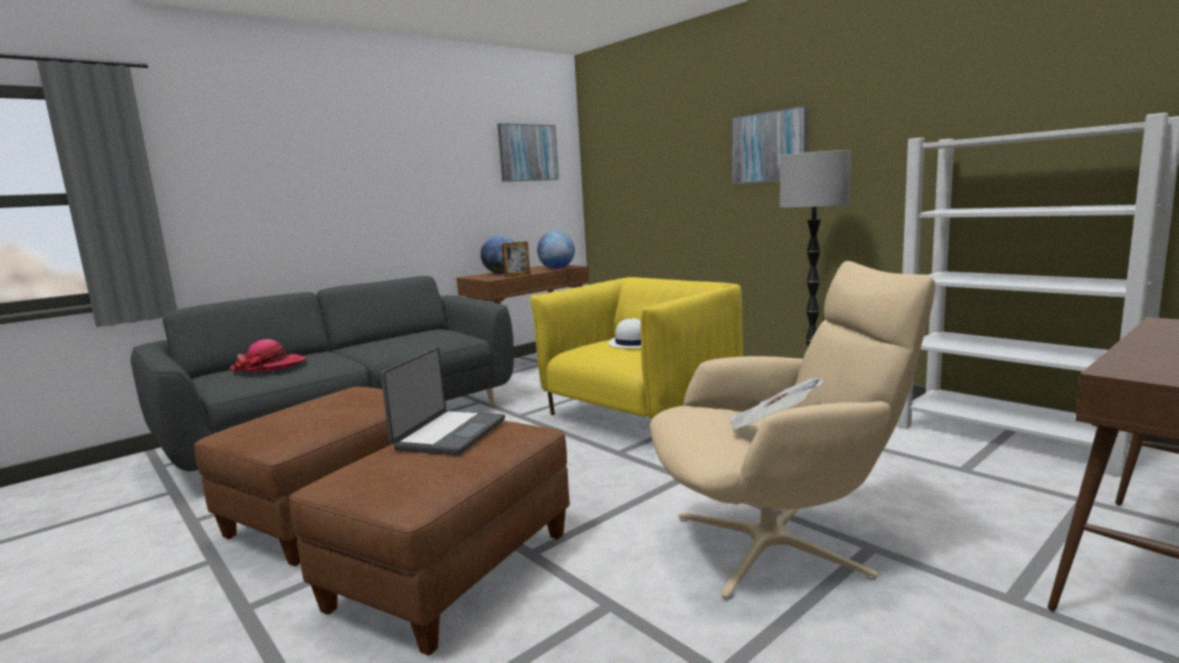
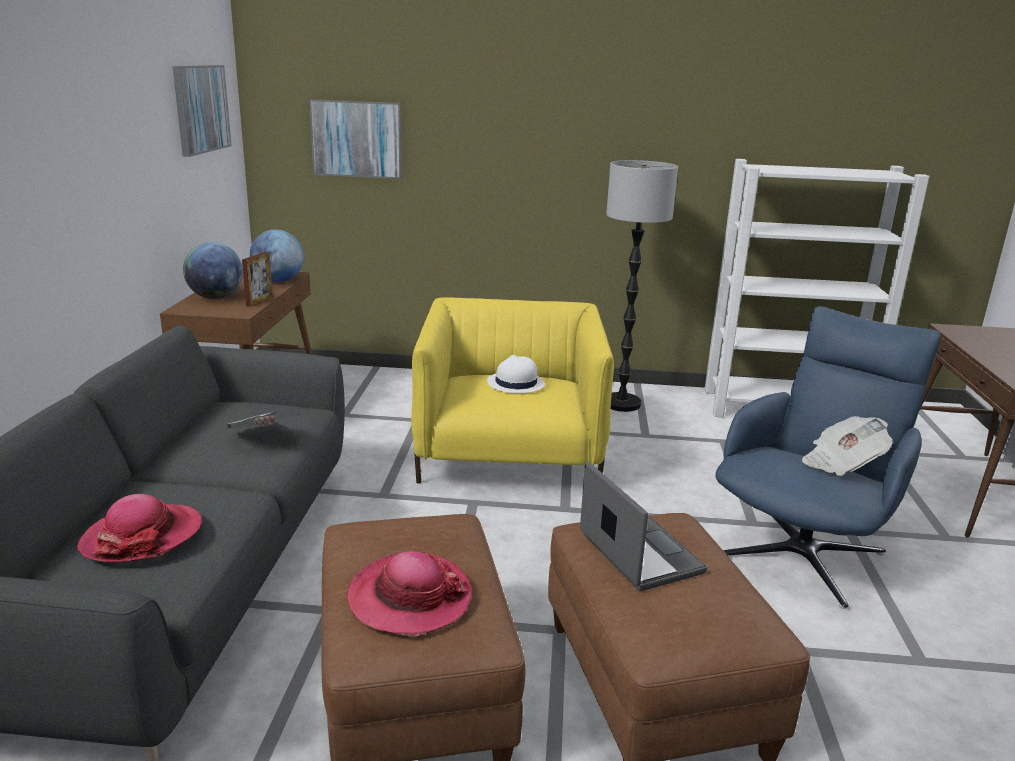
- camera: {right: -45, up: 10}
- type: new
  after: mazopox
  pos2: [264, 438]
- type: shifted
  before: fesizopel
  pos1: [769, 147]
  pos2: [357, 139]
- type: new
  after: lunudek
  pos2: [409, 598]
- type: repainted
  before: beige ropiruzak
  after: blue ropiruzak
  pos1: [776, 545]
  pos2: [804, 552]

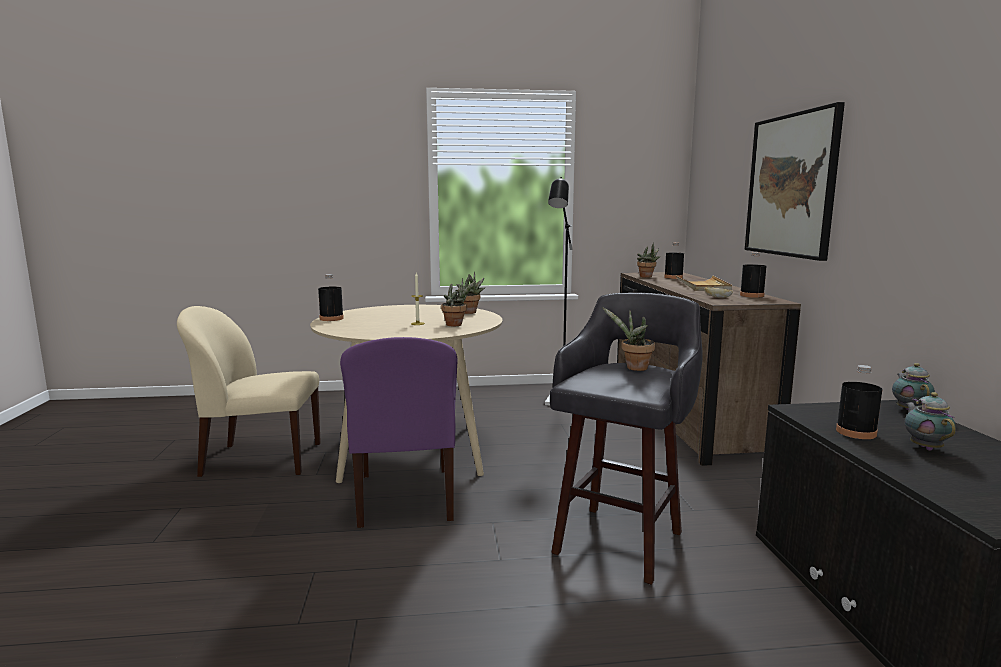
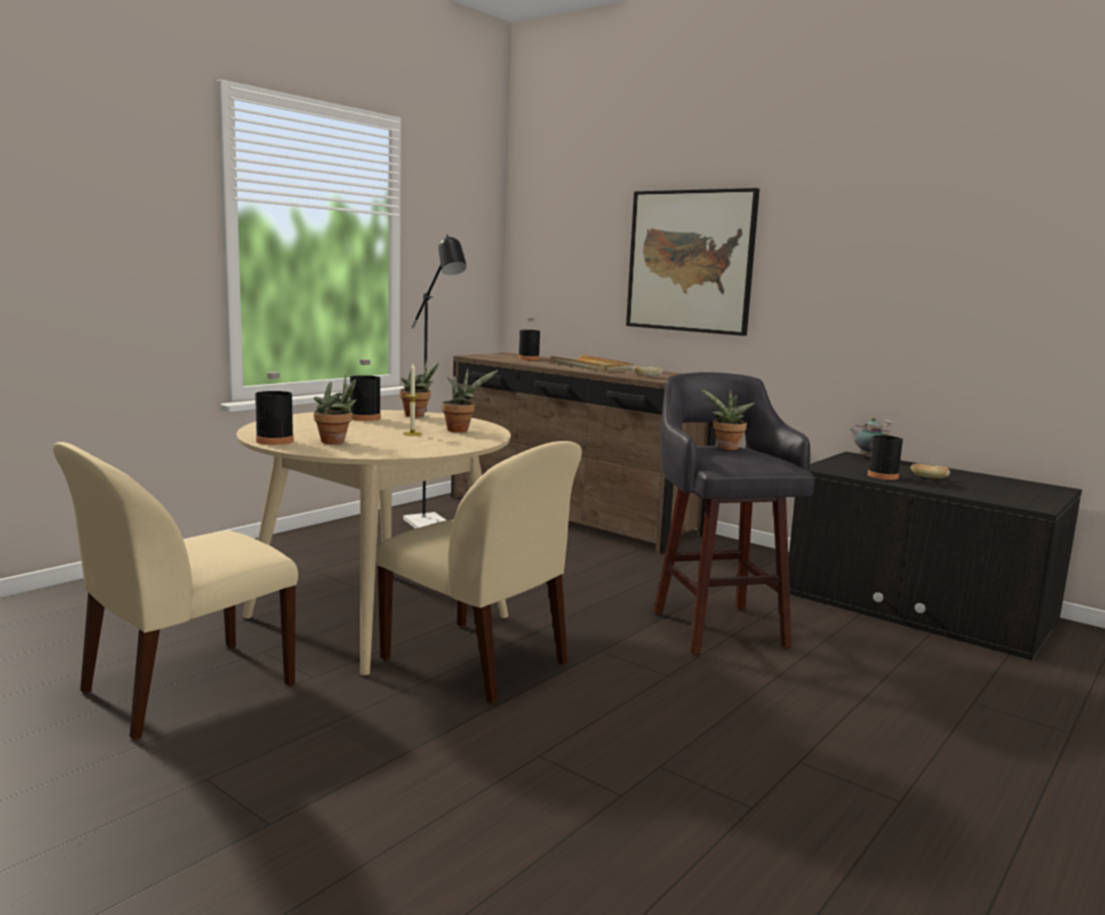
- camera: {right: -45, up: 0}
- type: shifted
  before: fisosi
  pos1: [647, 277]
  pos2: [336, 442]
- type: shifted
  before: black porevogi
  pos1: [751, 295]
  pos2: [365, 418]
- type: repainted
  before: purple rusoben
  after: beige rusoben
  pos1: [405, 498]
  pos2: [478, 662]
- type: swapped
  before: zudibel
  after: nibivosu
  pos1: [924, 447]
  pos2: [929, 477]

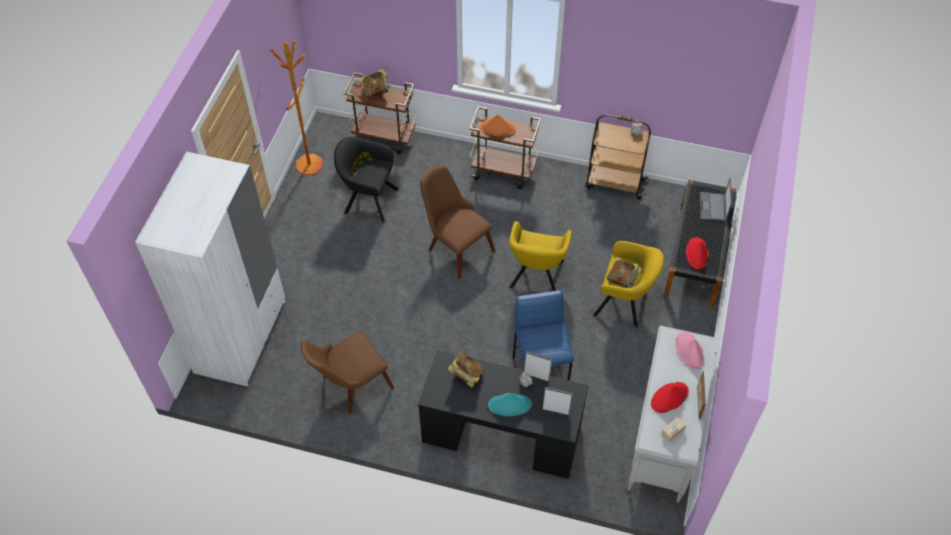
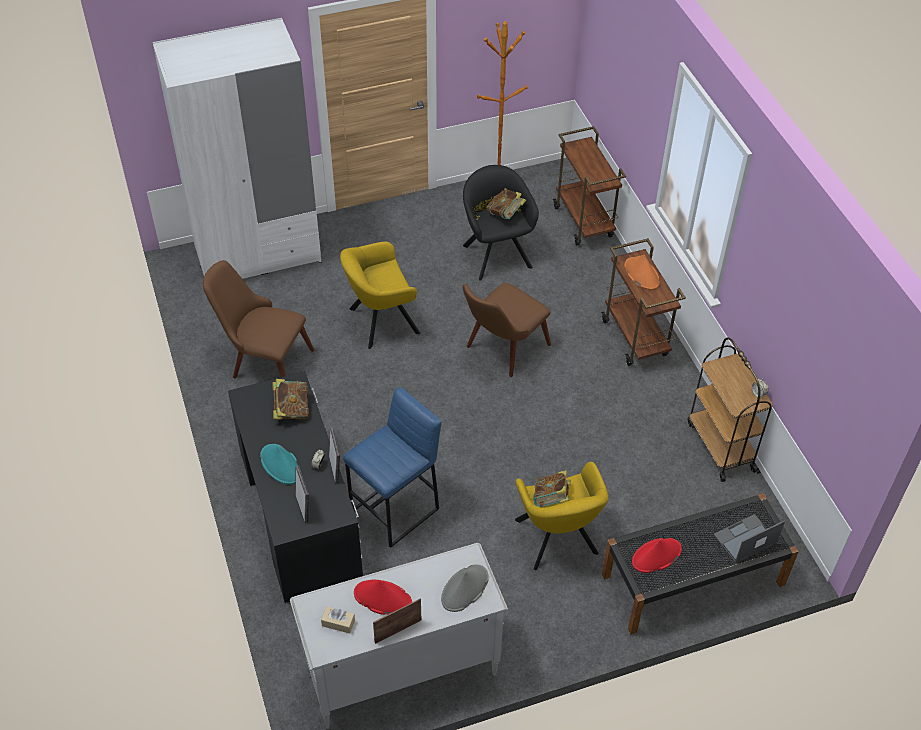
- camera: {right: 55, up: -5}
- type: shifted
  before: yellow ropiruzak
  pos1: [536, 277]
  pos2: [380, 322]
- type: repainted
  before: pink lunudek
  after: grey lunudek
  pos1: [690, 351]
  pos2: [464, 589]
- type: rotated
  before: brown rusoben
  pos1: [455, 246]
  pos2: [501, 351]
  turn: -150
- type: shifted
  before: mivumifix
  pos1: [376, 91]
  pos2: [505, 214]

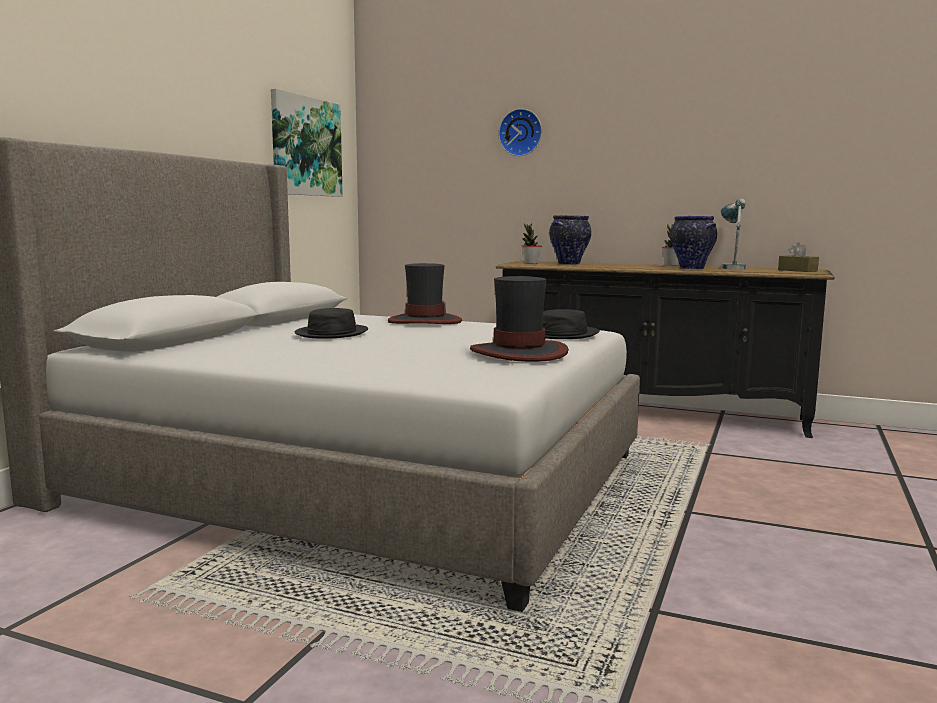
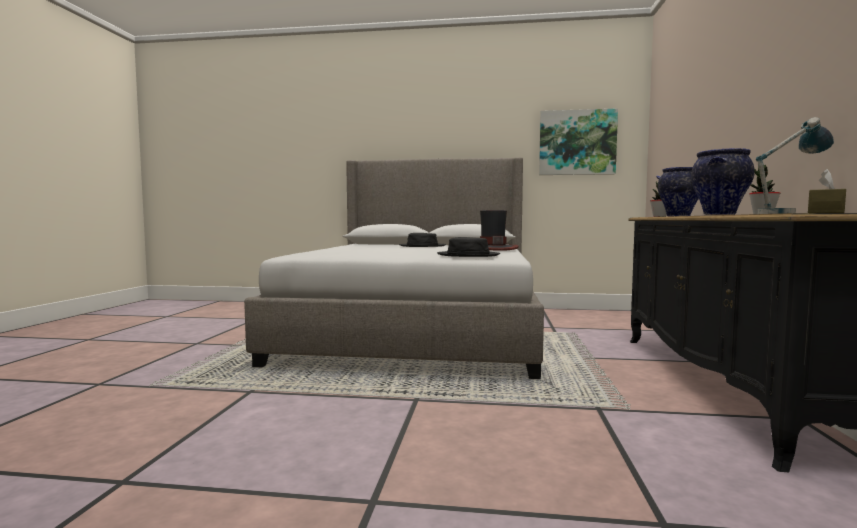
- camera: {right: 75, up: -5}
- type: gone
  before: lunudek
  pos1: [519, 353]
- type: gone
  before: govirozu
  pos1: [521, 132]

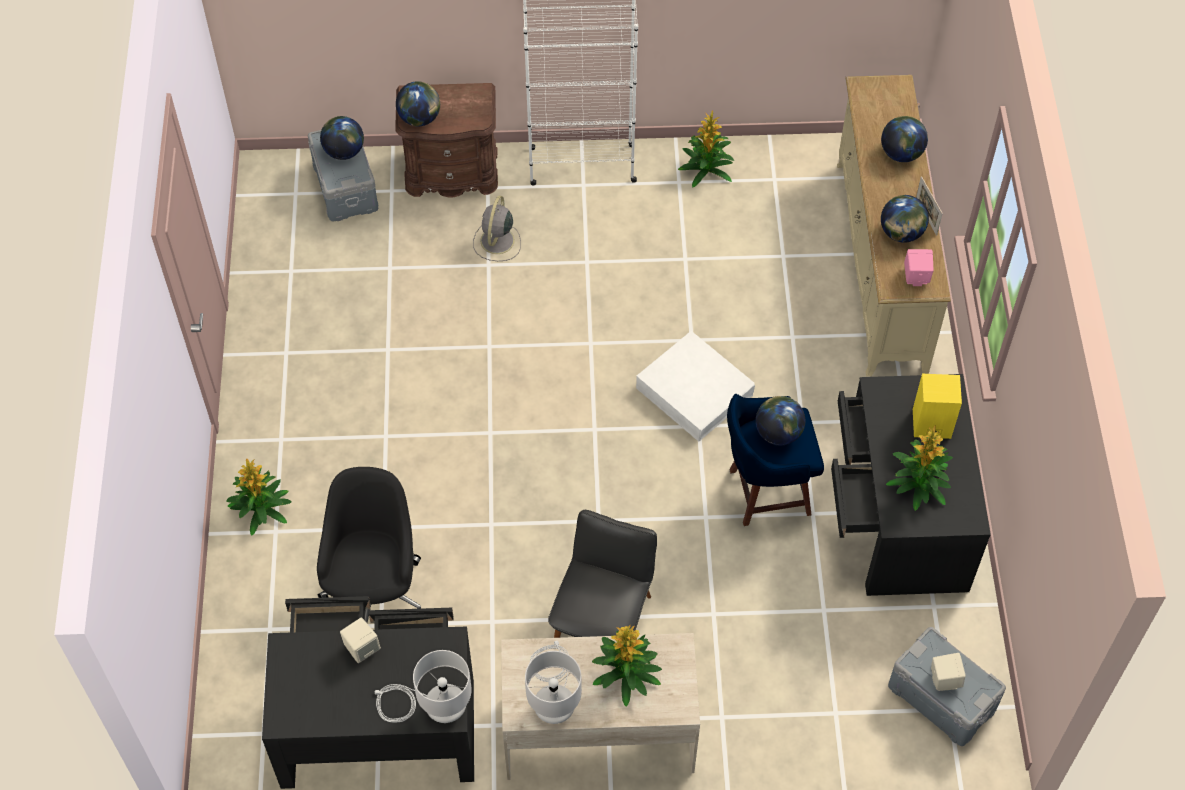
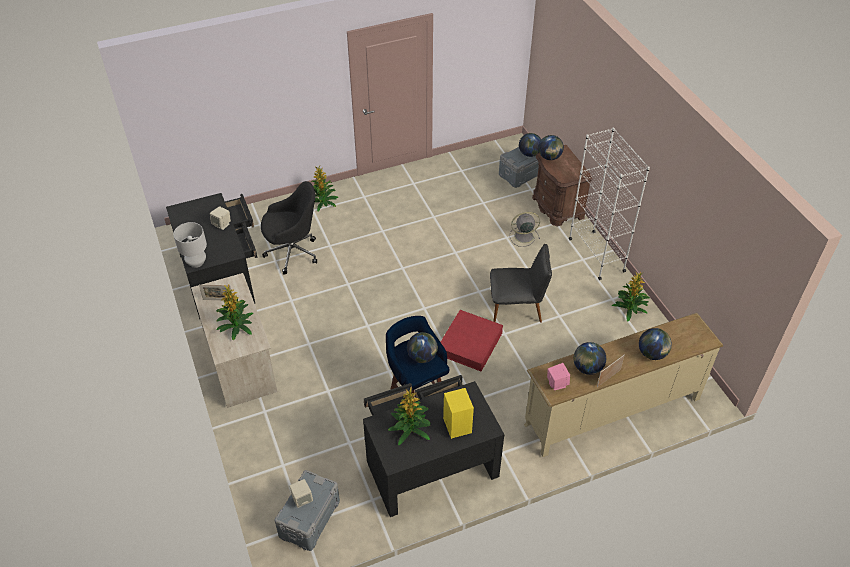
- camera: {right: 70, up: -10}
- type: swapped
  before: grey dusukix
  after: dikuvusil
  pos1: [553, 691]
  pos2: [218, 300]
- type: repainted
  before: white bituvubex
  after: red bituvubex
  pos1: [694, 391]
  pos2: [470, 344]
- type: shifted
  before: black rusoben
  pos1: [602, 621]
  pos2: [516, 307]

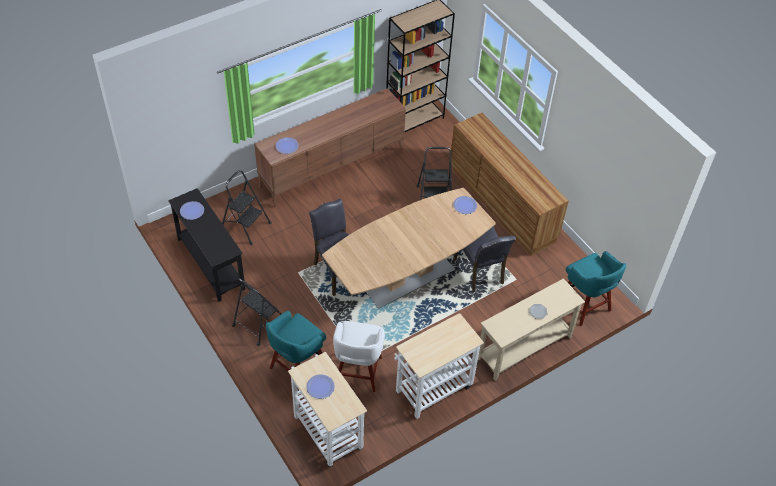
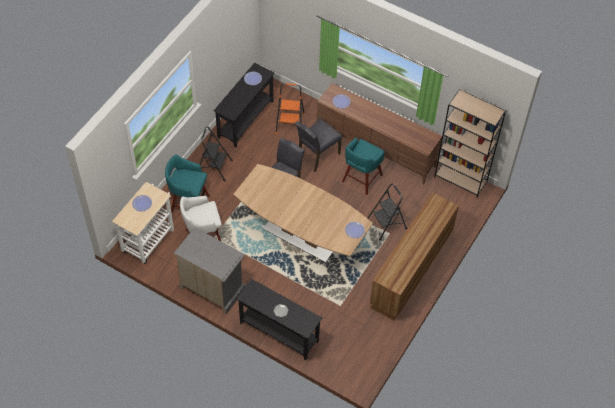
- camera: {right: 65, up: 5}
- type: swapped
  before: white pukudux
  after: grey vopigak
  pos1: [432, 390]
  pos2: [212, 288]
- type: repainted
  before: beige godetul
  after: black godetul
  pos1: [524, 348]
  pos2: [278, 332]
- type: repainted
  before: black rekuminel
  after: orange rekuminel
  pos1: [244, 224]
  pos2: [290, 122]
- type: shifted
  before: grey rusoben
  pos1: [480, 272]
  pos2: [317, 155]
- type: shifted
  before: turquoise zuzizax
  pos1: [584, 306]
  pos2: [361, 179]

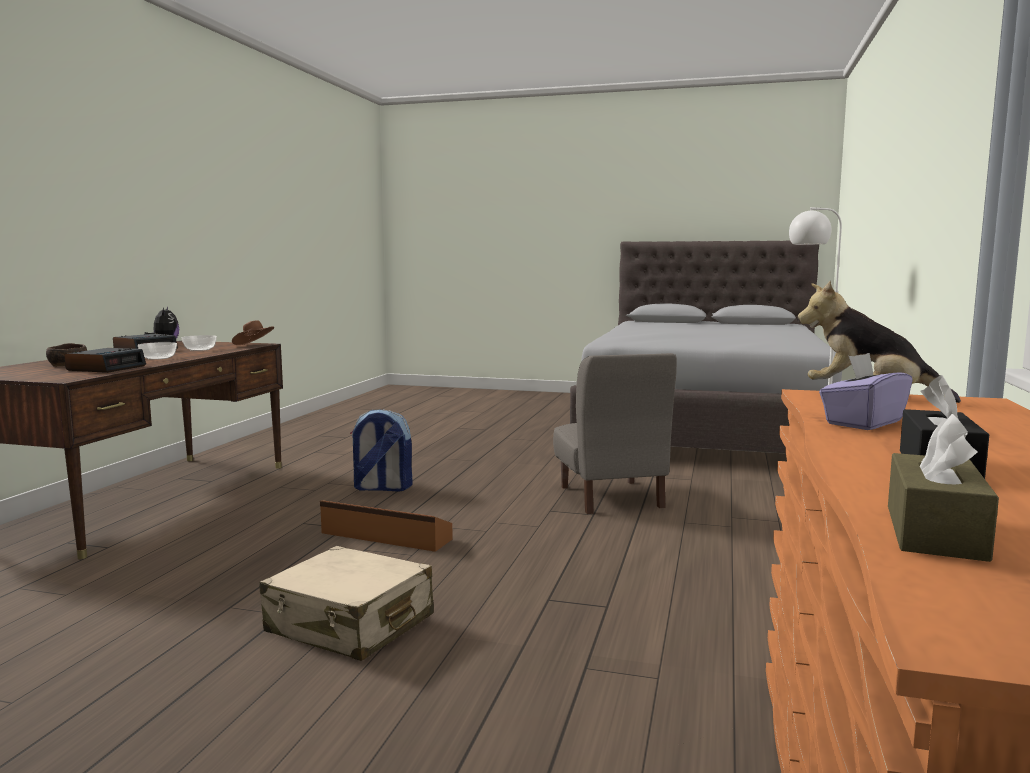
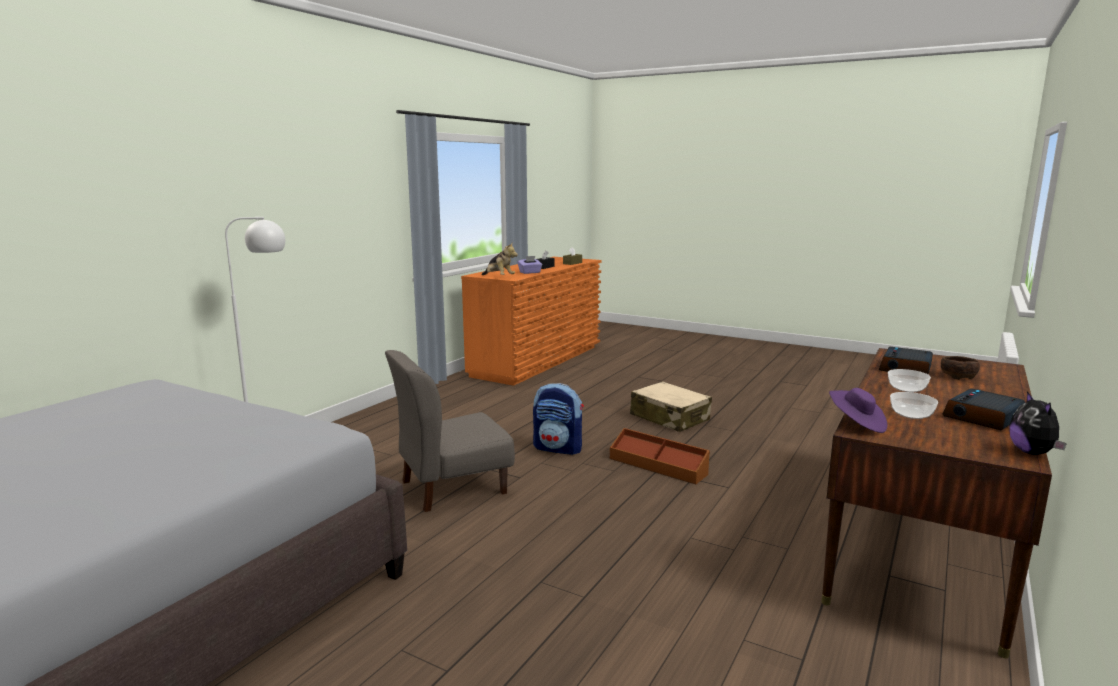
- camera: {right: -165, up: 5}
- type: rotated
  before: grey rusoben
  pos1: [610, 497]
  pos2: [452, 487]
  turn: -120
- type: shifted
  before: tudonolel
  pos1: [381, 488]
  pos2: [558, 448]
- type: repainted
  before: brown lunudek
  after: purple lunudek
  pos1: [254, 346]
  pos2: [856, 424]

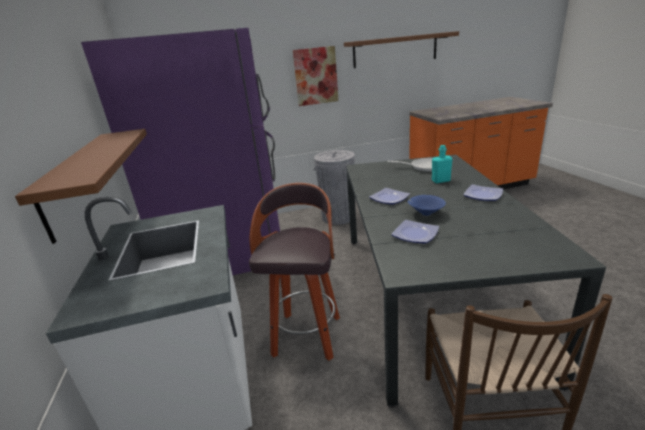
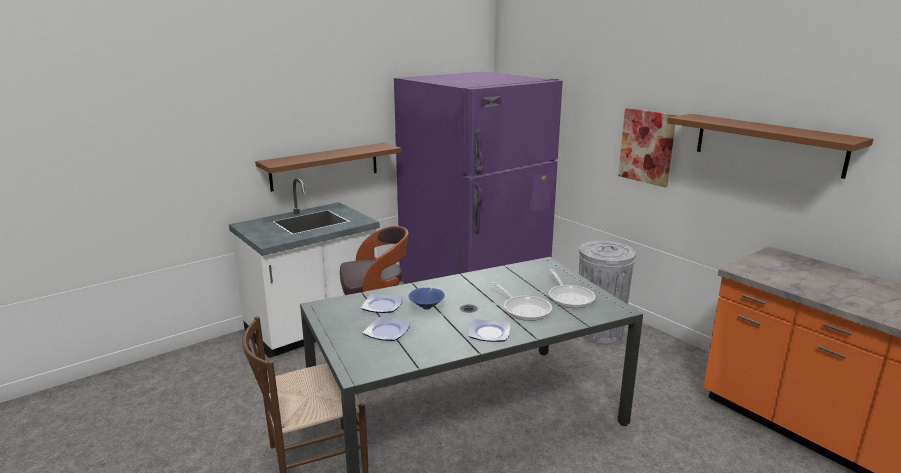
- camera: {right: 65, up: -5}
- type: shifted
  before: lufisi
  pos1: [390, 198]
  pos2: [387, 332]
- type: swapped
  before: turquoise porevogi
  after: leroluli
  pos1: [441, 181]
  pos2: [524, 309]

